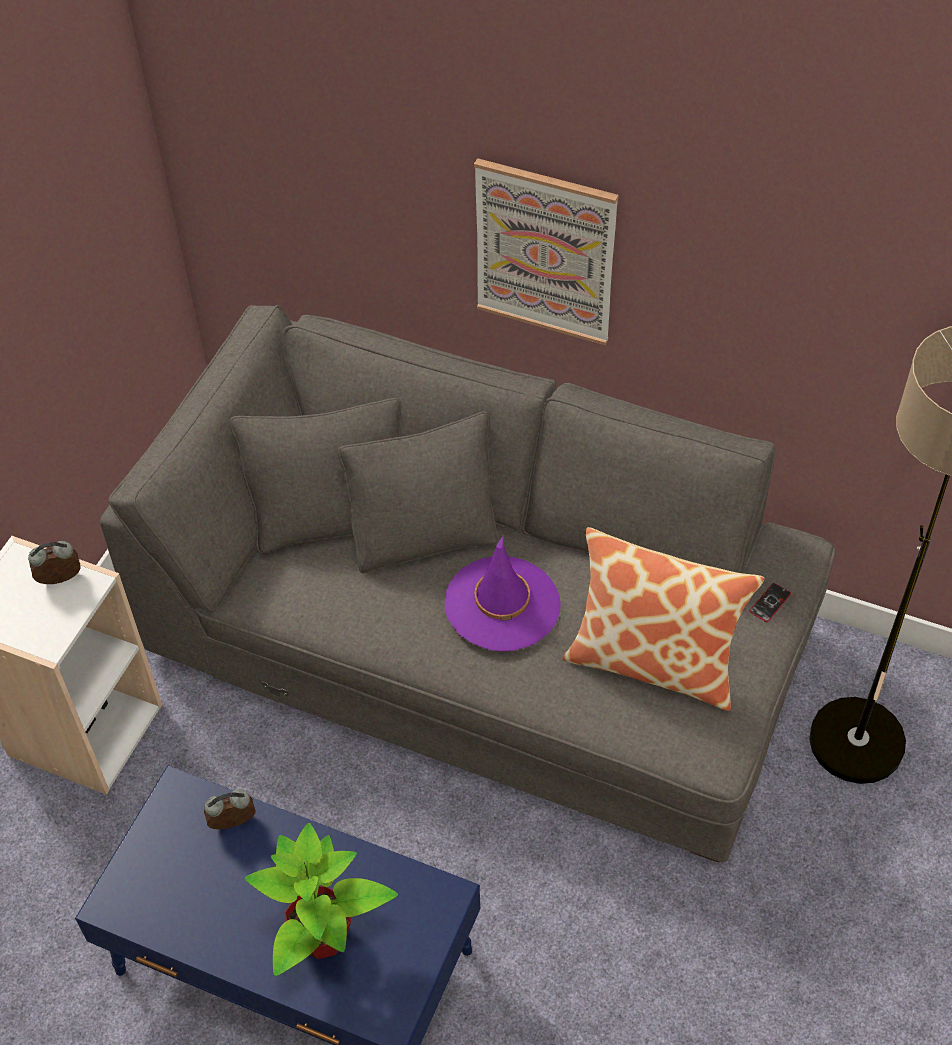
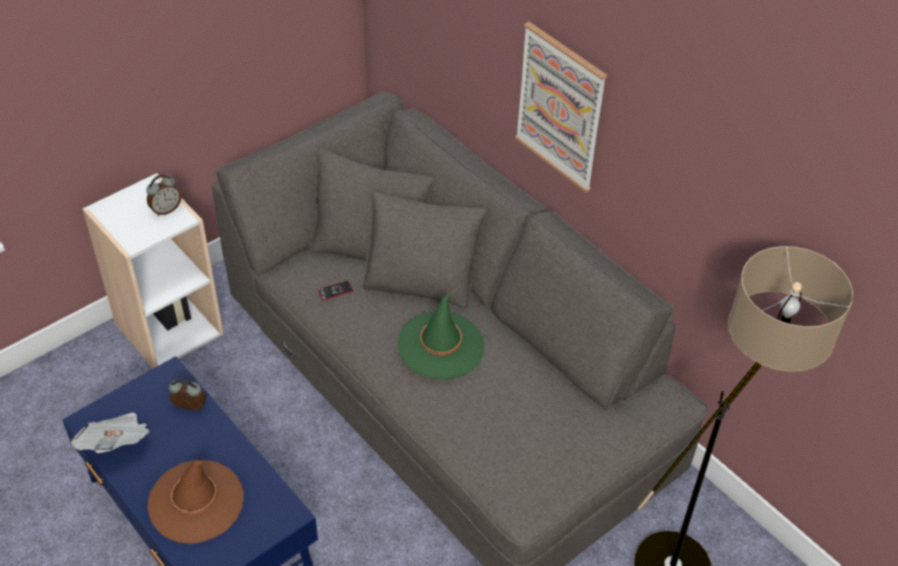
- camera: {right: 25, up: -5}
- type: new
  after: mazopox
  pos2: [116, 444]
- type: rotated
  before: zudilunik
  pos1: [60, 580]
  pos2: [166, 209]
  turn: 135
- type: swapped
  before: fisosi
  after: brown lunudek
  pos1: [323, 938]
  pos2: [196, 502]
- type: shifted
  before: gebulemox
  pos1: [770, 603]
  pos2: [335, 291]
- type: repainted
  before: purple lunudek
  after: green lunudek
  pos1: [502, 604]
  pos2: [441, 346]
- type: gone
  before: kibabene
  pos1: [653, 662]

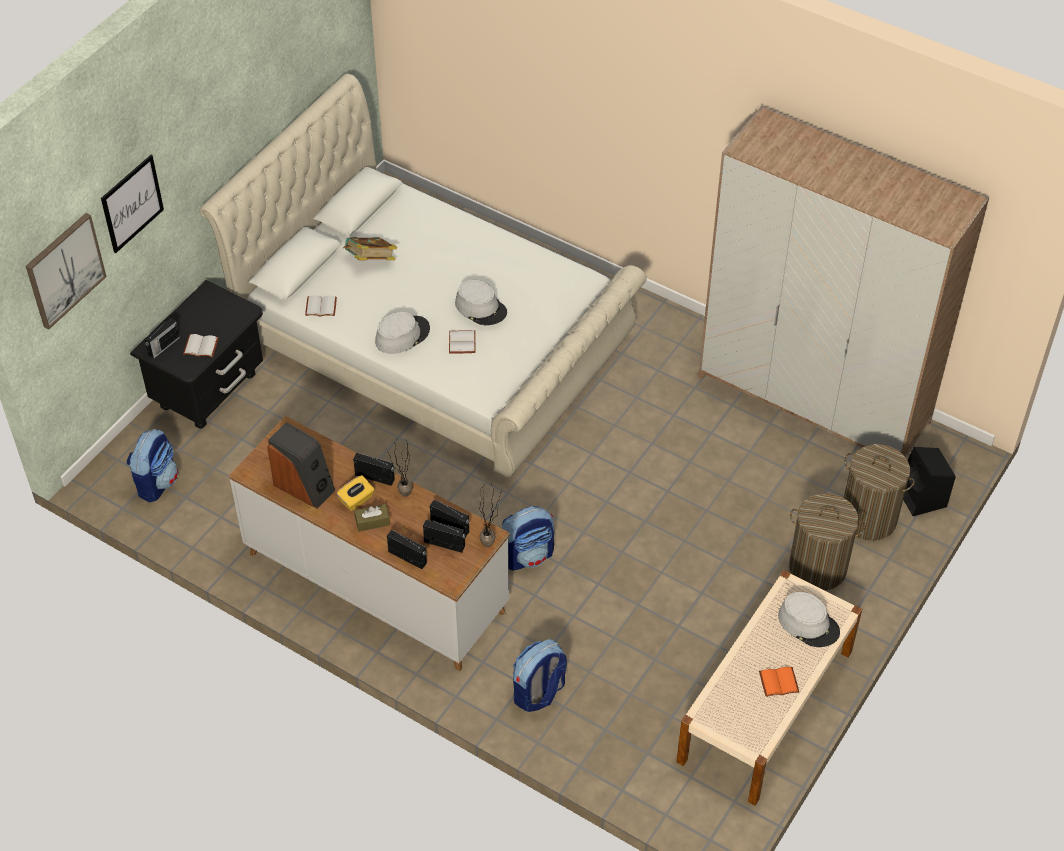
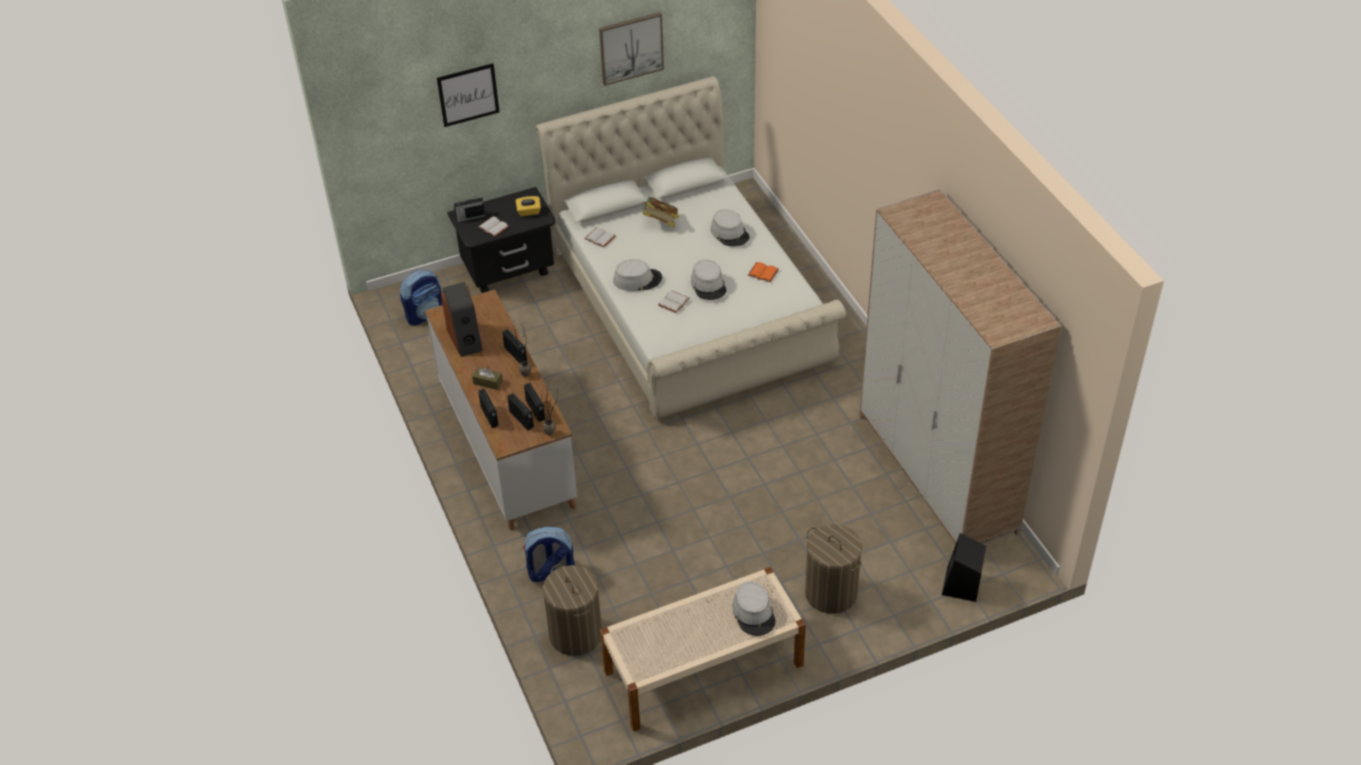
- camera: {right: 35, up: -5}
- type: shifted
  before: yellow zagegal
  pos1: [356, 500]
  pos2: [529, 212]
- type: shifted
  before: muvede
  pos1: [868, 518]
  pos2: [575, 634]
- type: shifted
  before: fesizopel
  pos1: [64, 270]
  pos2: [631, 48]
- type: new
  after: grey lunudek
  pos2: [730, 233]
- type: shifted
  before: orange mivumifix
  pos1: [779, 681]
  pos2: [764, 272]
- type: gone
  before: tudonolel
  pos1: [528, 555]

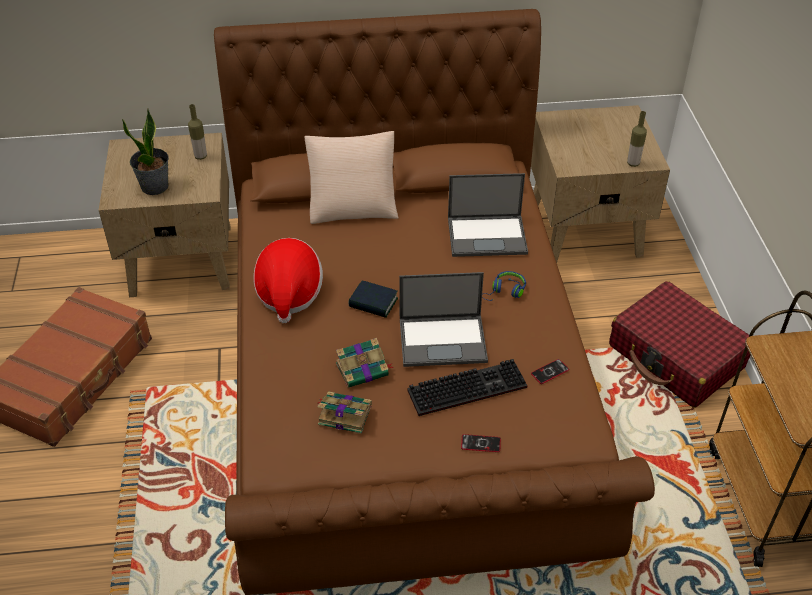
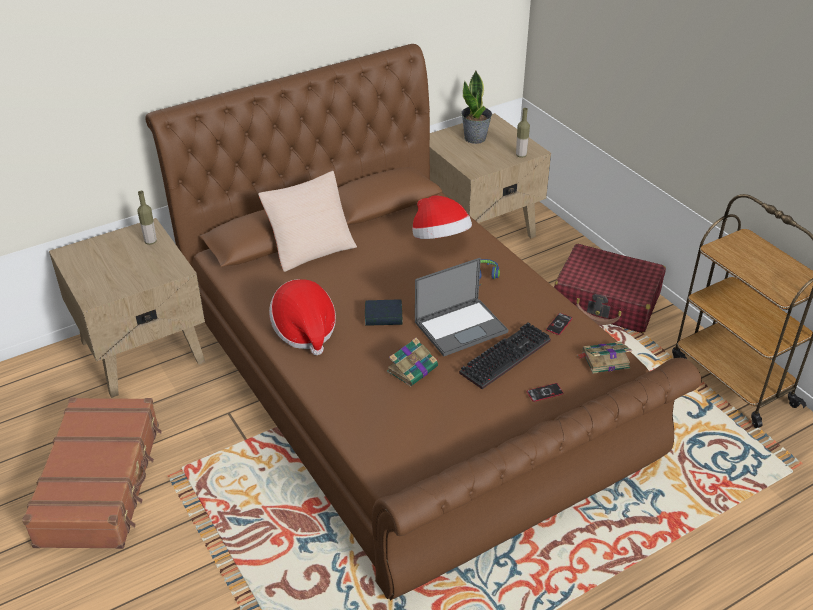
- camera: {right: -25, up: -5}
- type: swapped
  before: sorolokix
  after: lunudek
  pos1: [488, 235]
  pos2: [440, 239]
- type: shifted
  before: fisosi
  pos1: [155, 186]
  pos2: [475, 138]
- type: shifted
  before: mivumifix
  pos1: [343, 414]
  pos2: [604, 360]

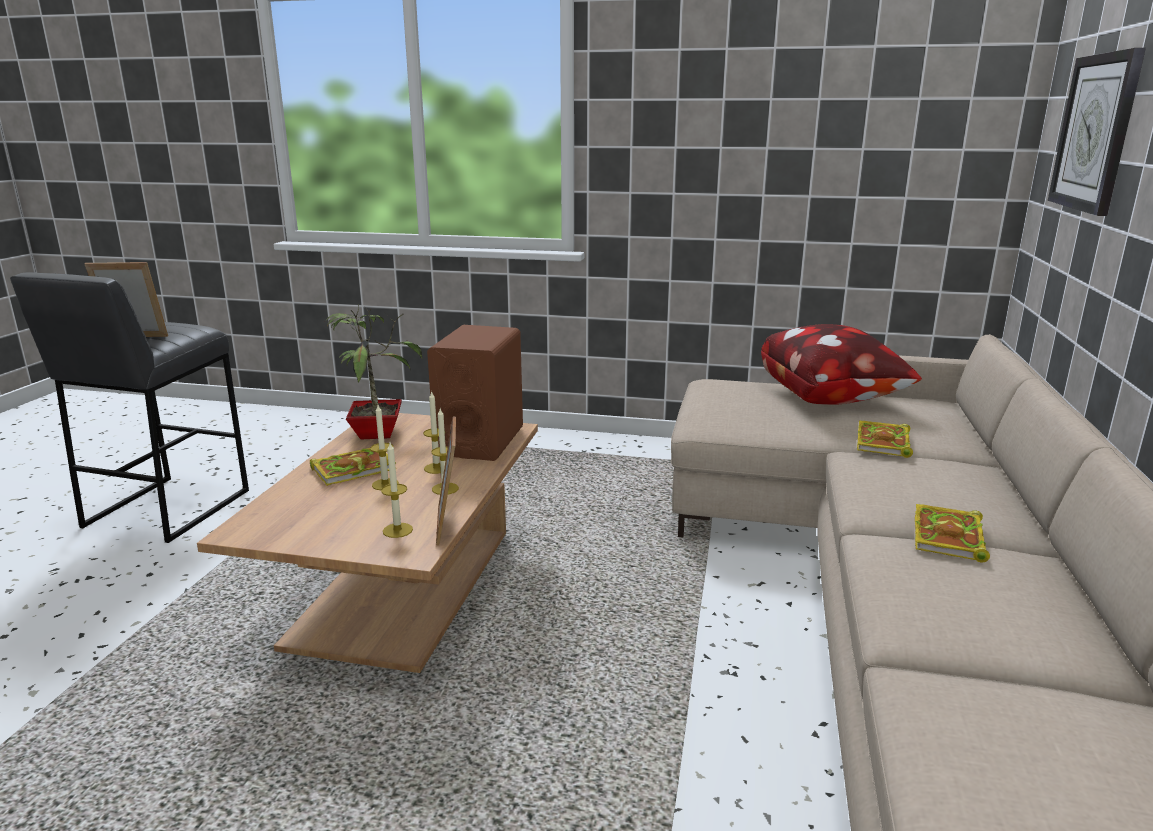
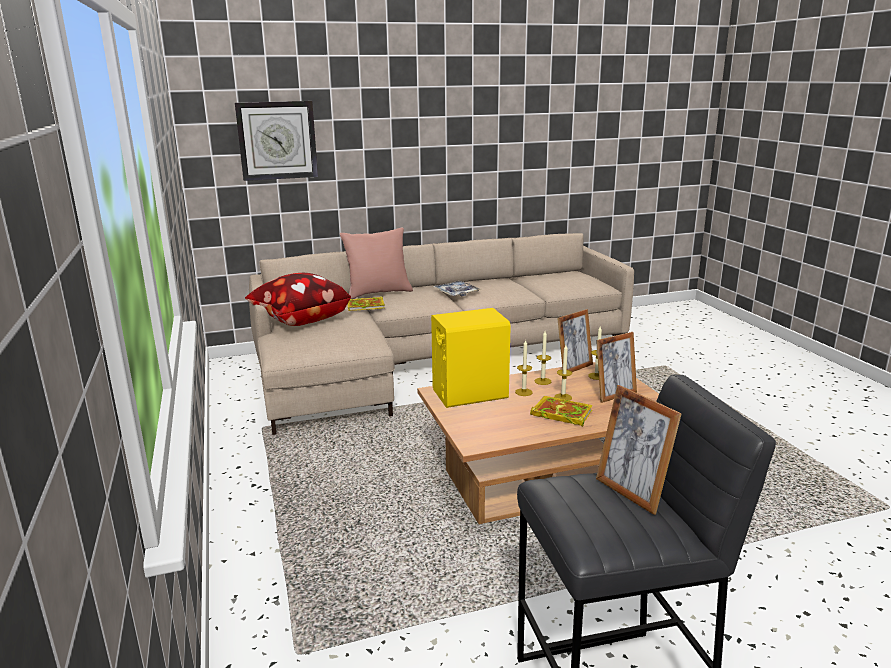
- camera: {right: -120, up: 0}
- type: new
  after: pink kibabene
  pos2: [378, 293]
- type: repainted
  before: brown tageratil
  after: yellow tageratil
  pos1: [480, 441]
  pos2: [469, 394]
- type: swapped
  before: mivumifix
  after: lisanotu
  pos1: [949, 538]
  pos2: [456, 293]
- type: new
  after: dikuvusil
  pos2: [614, 395]
- type: gone
  before: fisosi
  pos1: [377, 432]

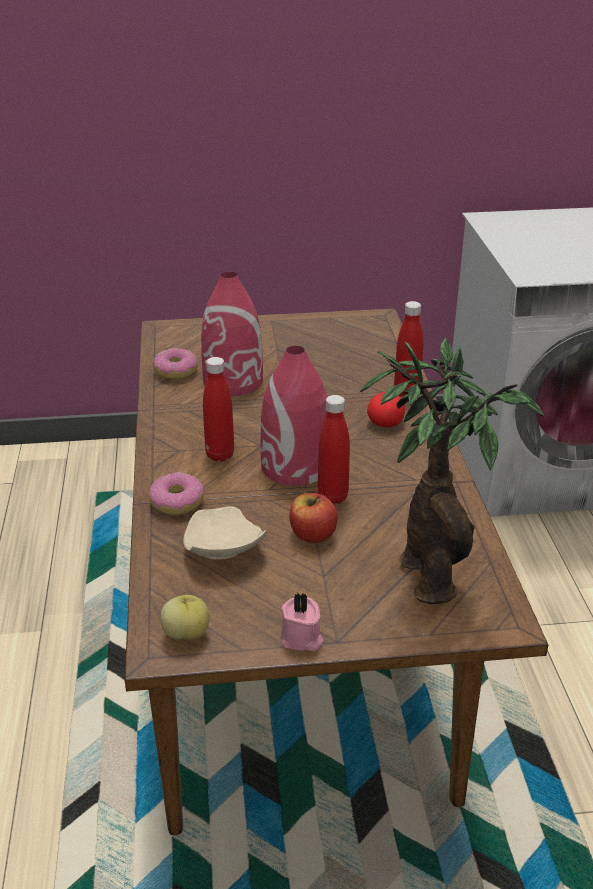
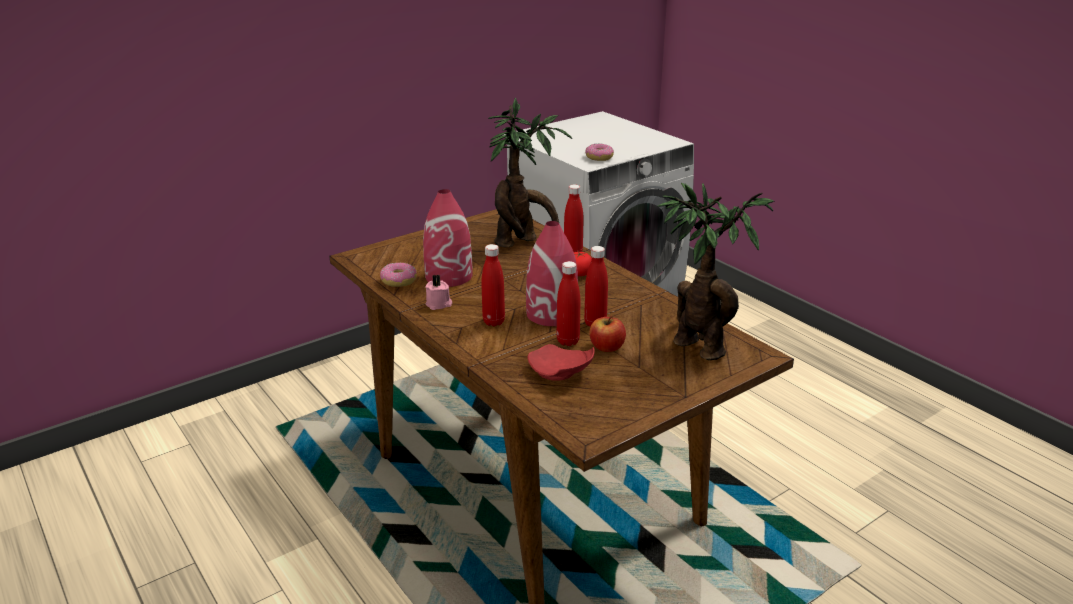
- camera: {right: -30, up: -5}
- type: shifted
  before: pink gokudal
  pos1: [301, 638]
  pos2: [439, 304]
- type: new
  after: fisosi
  pos2: [522, 241]
- type: repainted
  before: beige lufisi
  after: red lufisi
  pos1: [221, 549]
  pos2: [560, 373]
- type: new
  after: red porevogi
  pos2: [568, 341]
- type: shifted
  before: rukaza
  pos1: [176, 502]
  pos2: [599, 157]
- type: gone
  before: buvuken
  pos1: [186, 634]

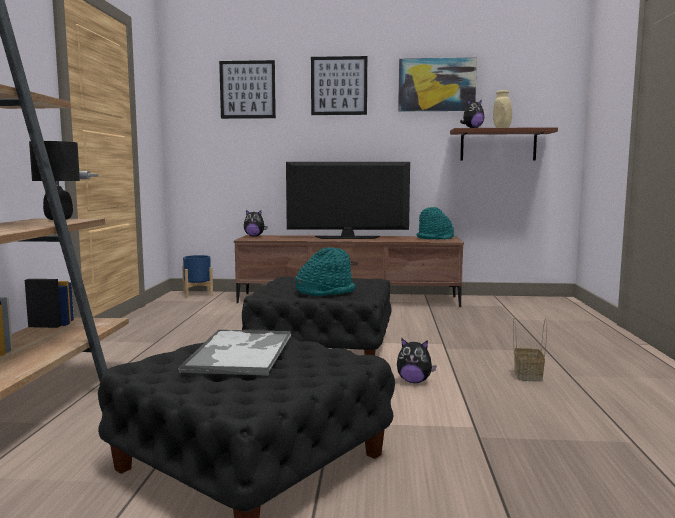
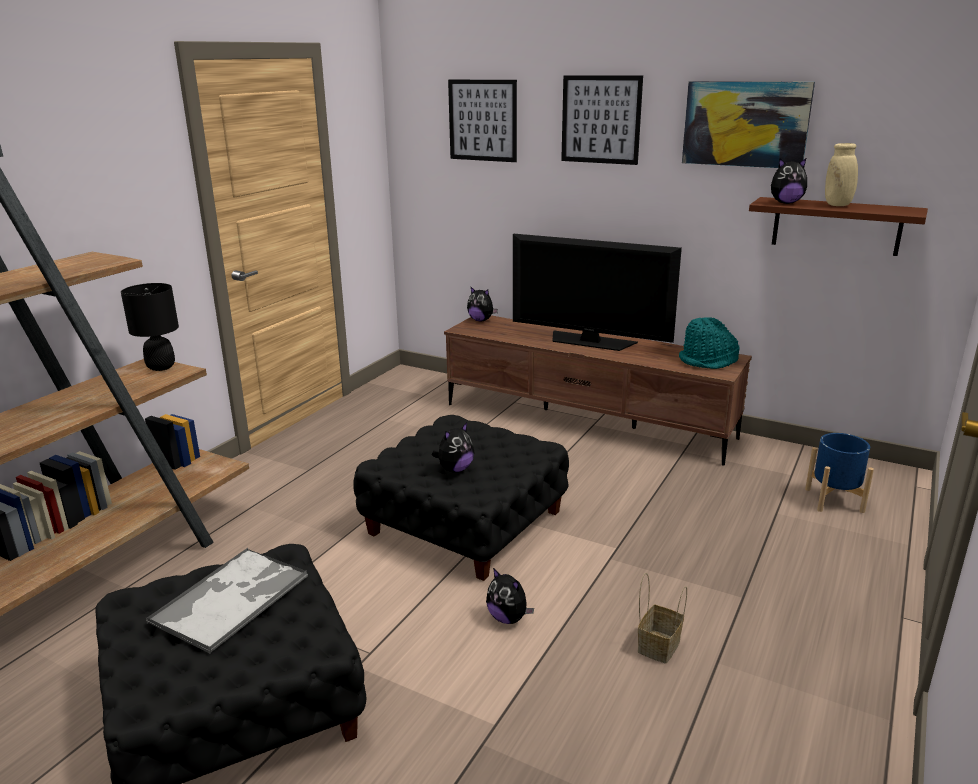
- camera: {right: 25, up: 15}
- type: swapped
  before: turquoise lunudek
  after: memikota
  pos1: [325, 292]
  pos2: [455, 469]
- type: shifted
  before: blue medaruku
  pos1: [198, 294]
  pos2: [834, 500]

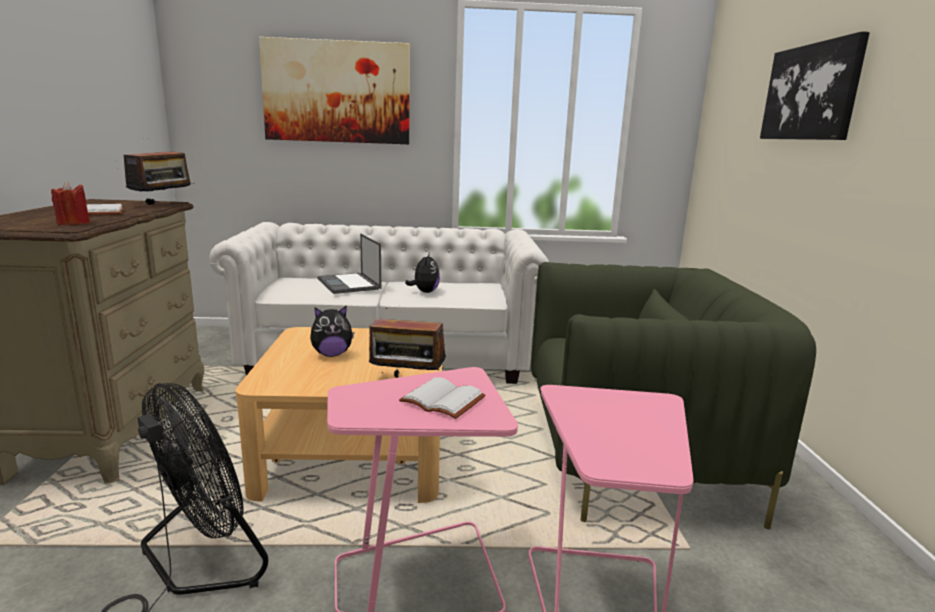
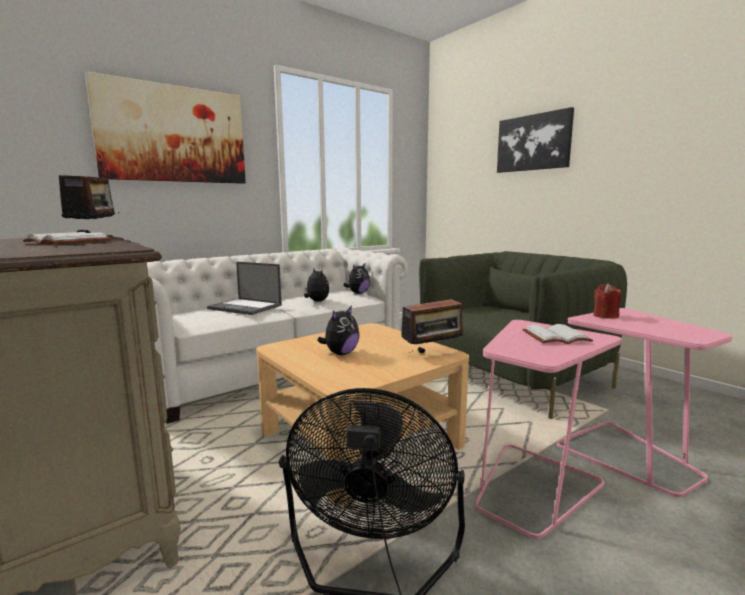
- camera: {right: -35, up: -5}
- type: new
  after: memikota
  pos2: [358, 293]
- type: shifted
  before: red gokudal
  pos1: [73, 223]
  pos2: [605, 316]

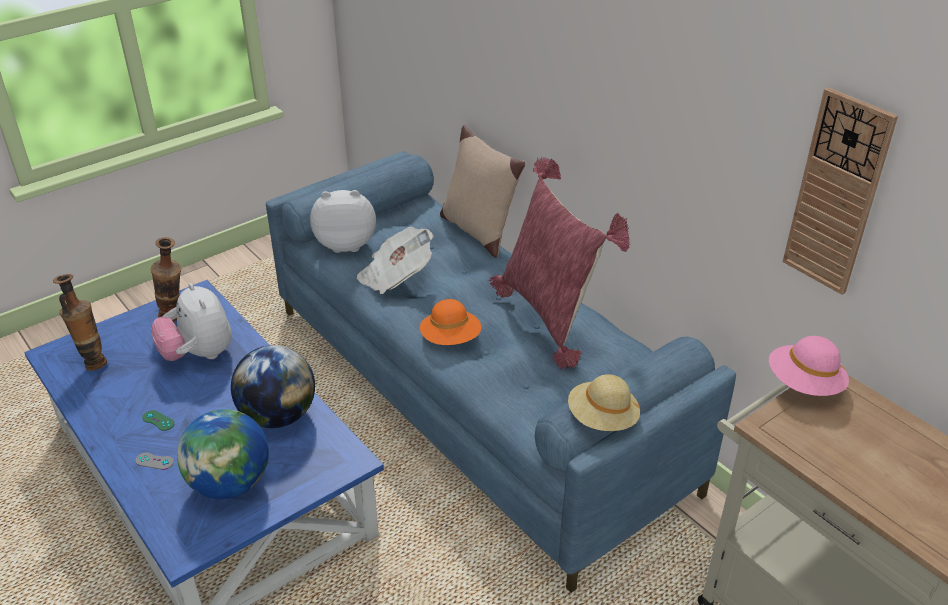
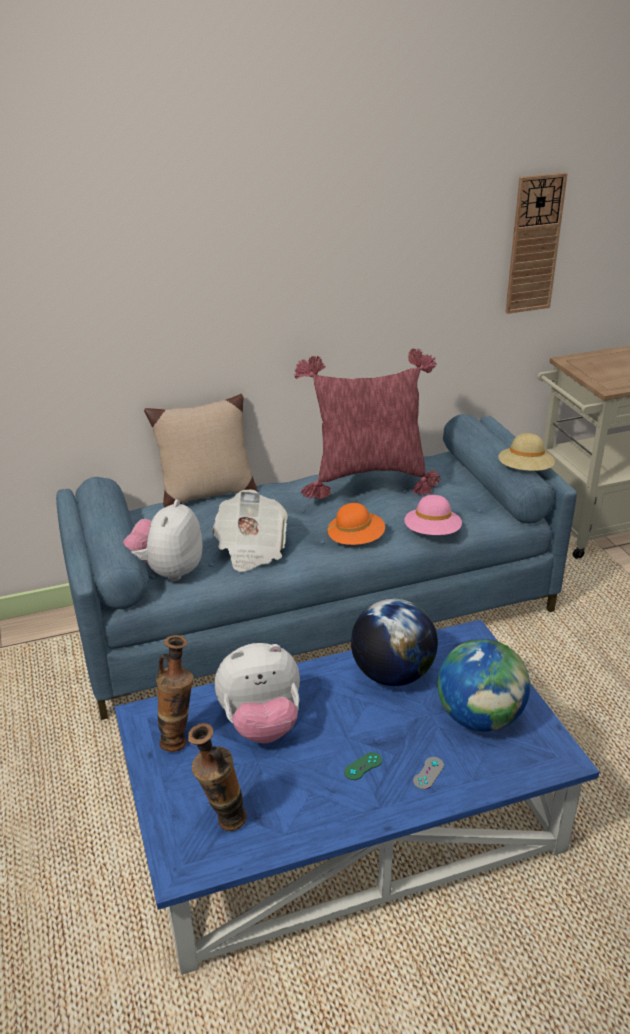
- camera: {right: -70, up: -5}
- type: shifted
  before: pink lunudek
  pos1: [804, 384]
  pos2: [432, 533]

